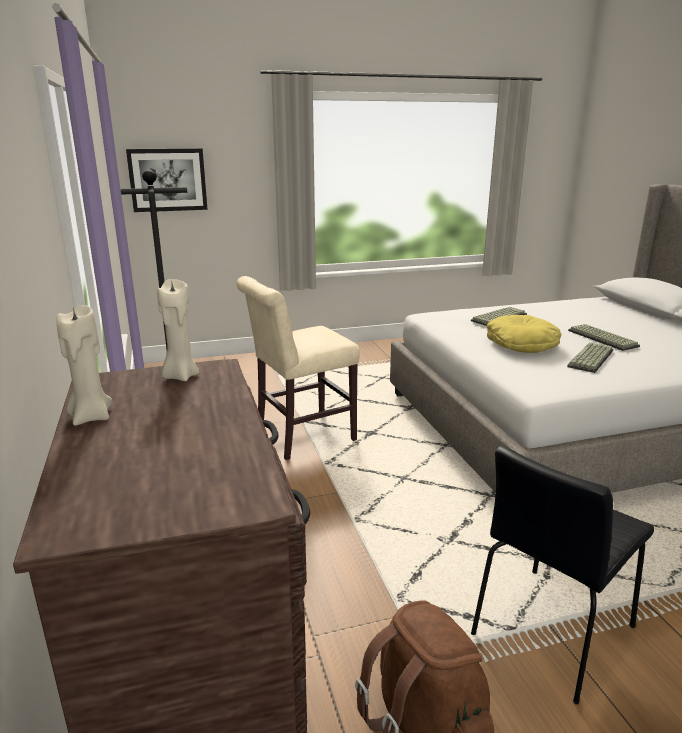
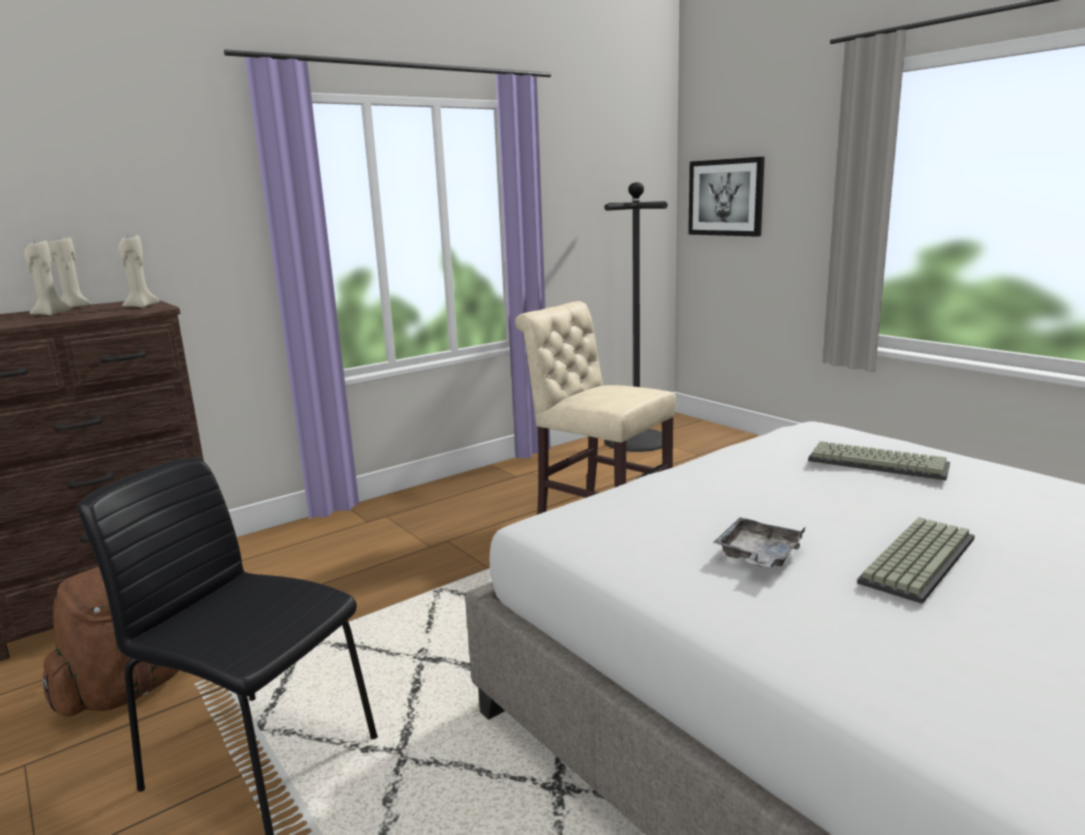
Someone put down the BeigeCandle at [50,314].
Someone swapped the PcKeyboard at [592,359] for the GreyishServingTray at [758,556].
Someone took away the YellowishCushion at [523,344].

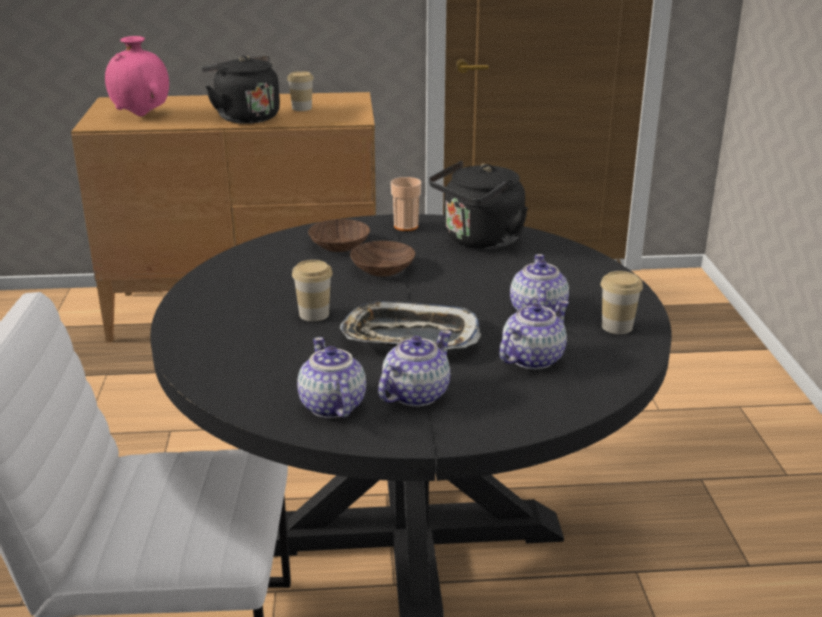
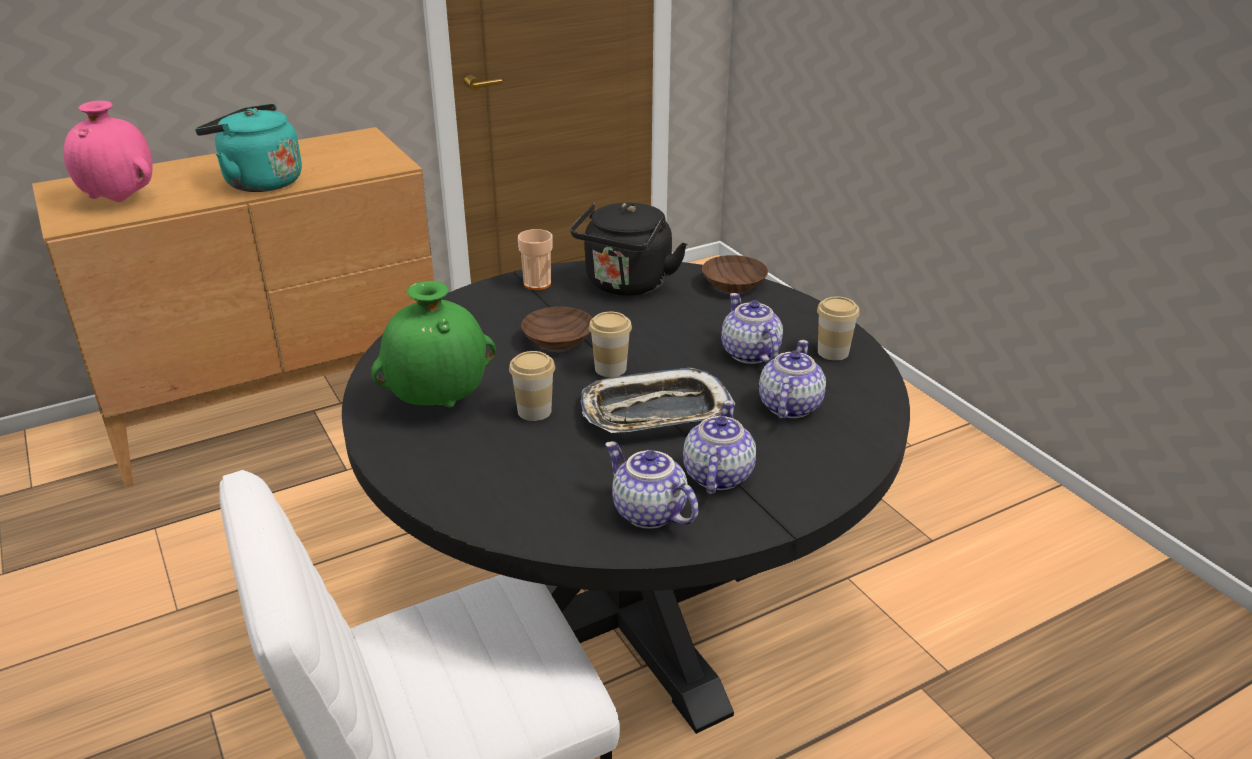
Someone repainted the BlackColouredWaterKettle at [245,117], which became the BlueGreenWaterKettle at [259,182].
Someone put down the GreenColouredVase at [440,402].
Someone carried the SmallCup from [302,108] to [610,368].
Someone carried the BrownColouredDeepDish from [339,244] to [732,284].

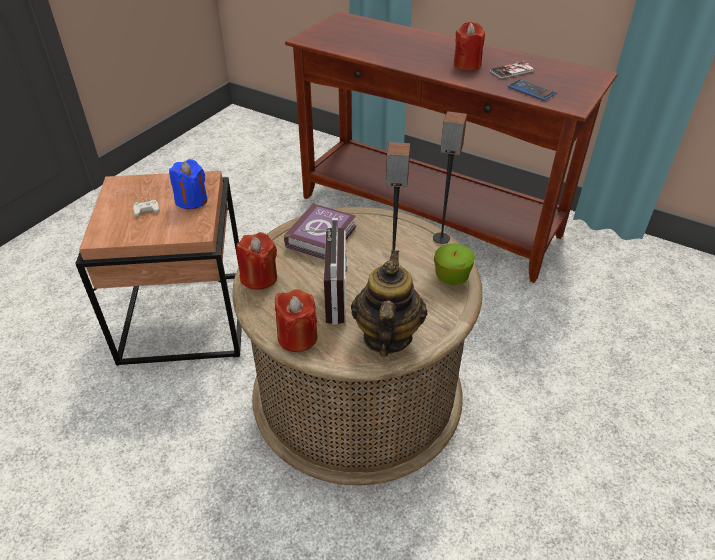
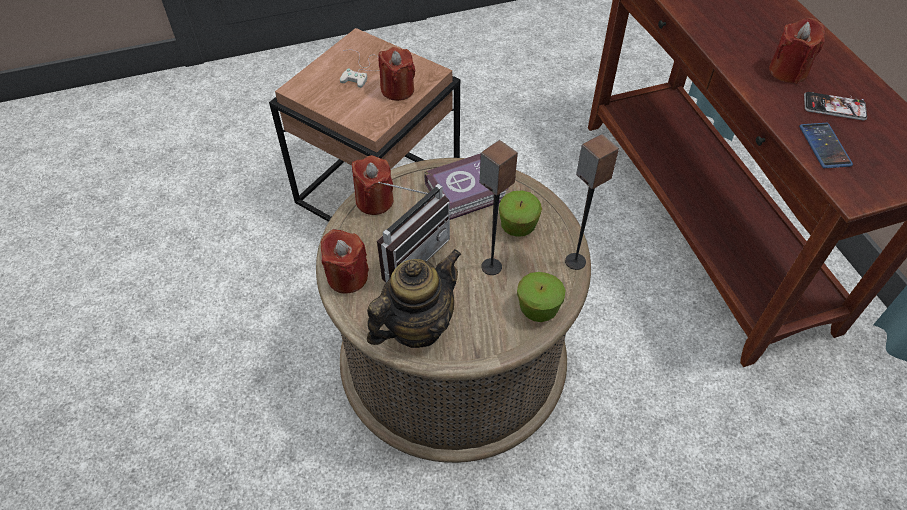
Someone repainted the BluishCandle at [191,200], which became the ReddishCandle at [397,90].
Someone put down the Apple at [518,226].

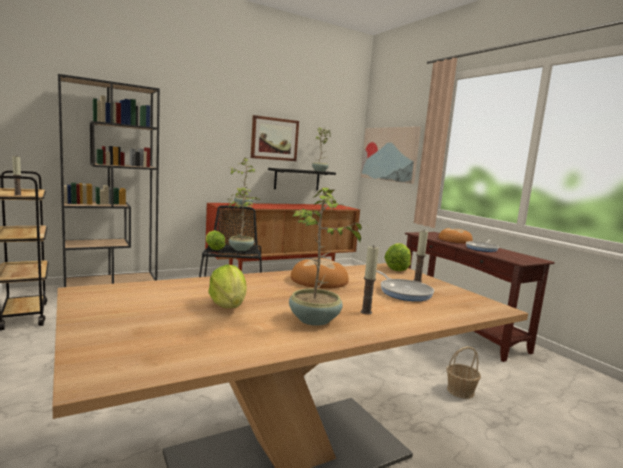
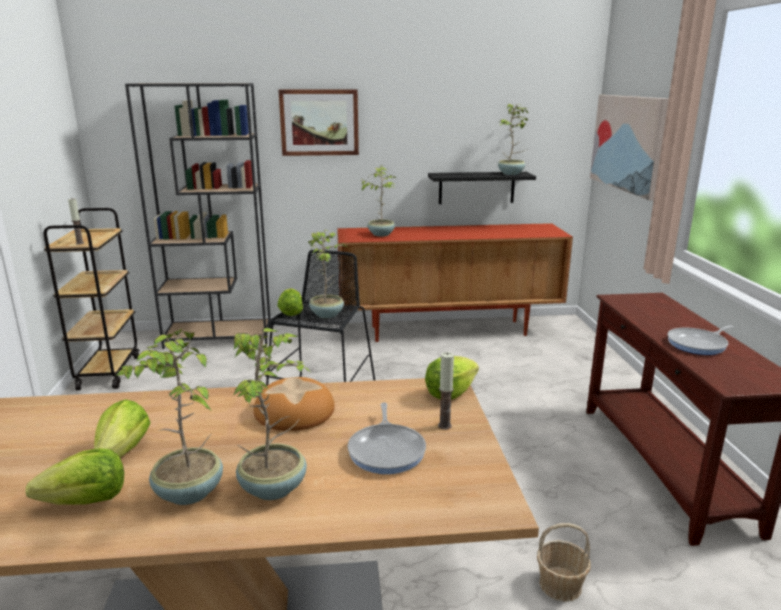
Someone put down the HeadOfLettuce at [86,501].
Someone swapped the Candle at [366,312] for the PlantInAPot at [275,487].
Someone carried the Picture from [274,139] to [319,122].
Someone took away the BakeryBread at [454,240].

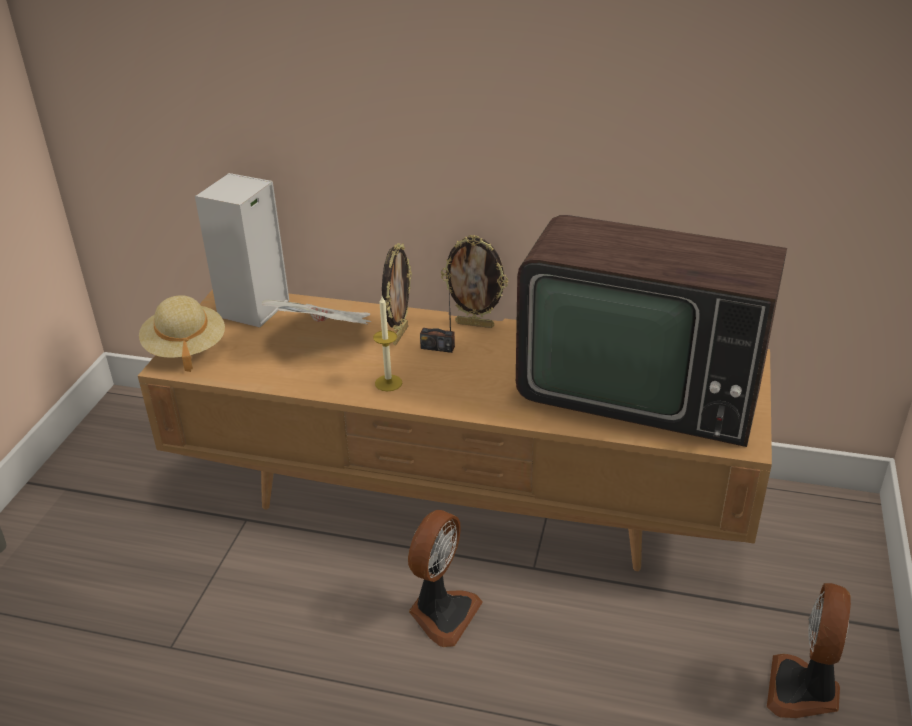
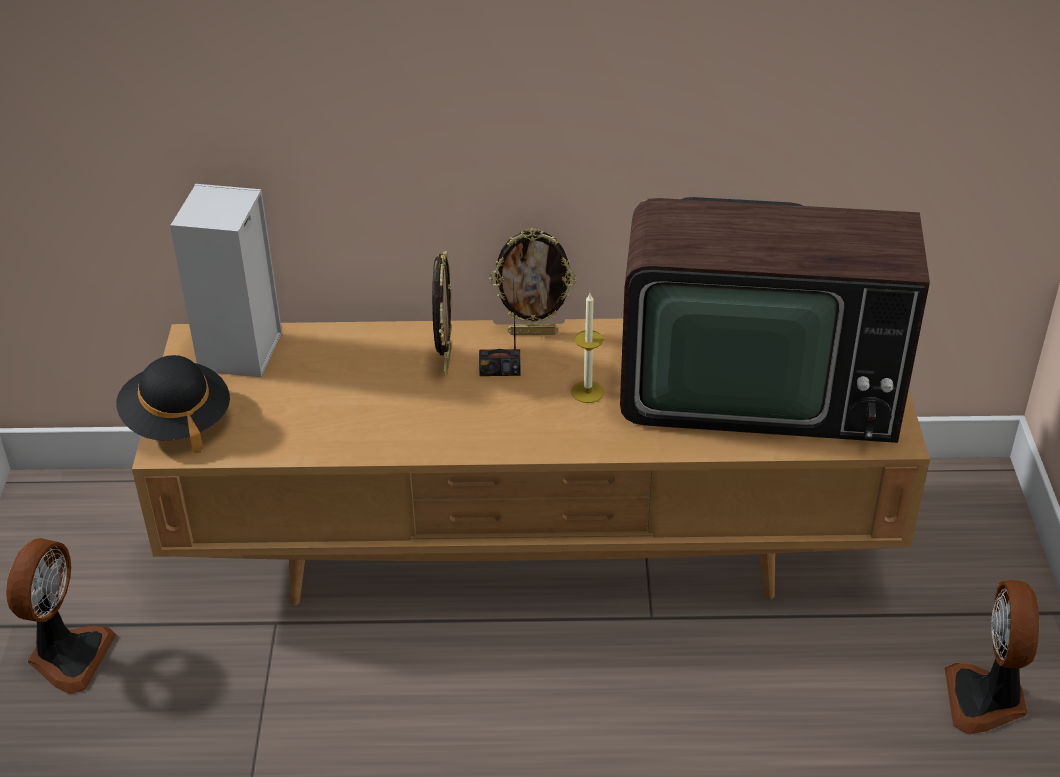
Someone carried the CoolingFan from [441,613] to [68,656].
Someone repainted the BeigeClothingHat at [185,348], which became the BlackColouredClothingHat at [177,421].
Someone carried the Candle from [388,383] to [587,392].
Someone took away the Newspaper at [325,336].

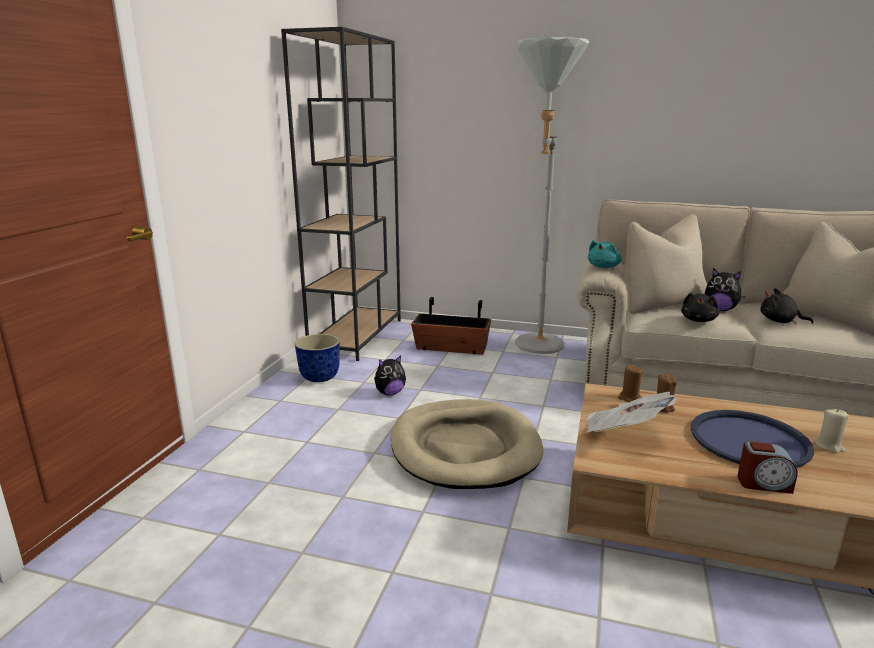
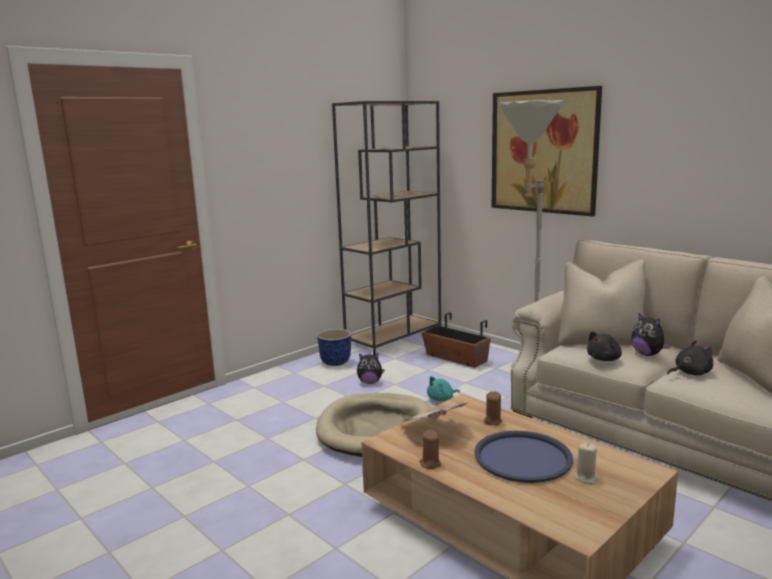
Someone carried the BrownColouredCandle from [629,398] to [430,464].
Someone carried the BlueGreenCuddlyToy from [604,267] to [442,399].
Someone put up the Picture at [544,151].
Someone rotated the BlackColouredCuddlyToy at [780,321] by 105 degrees clockwise.
Someone took away the AlarmClock at [763,483].

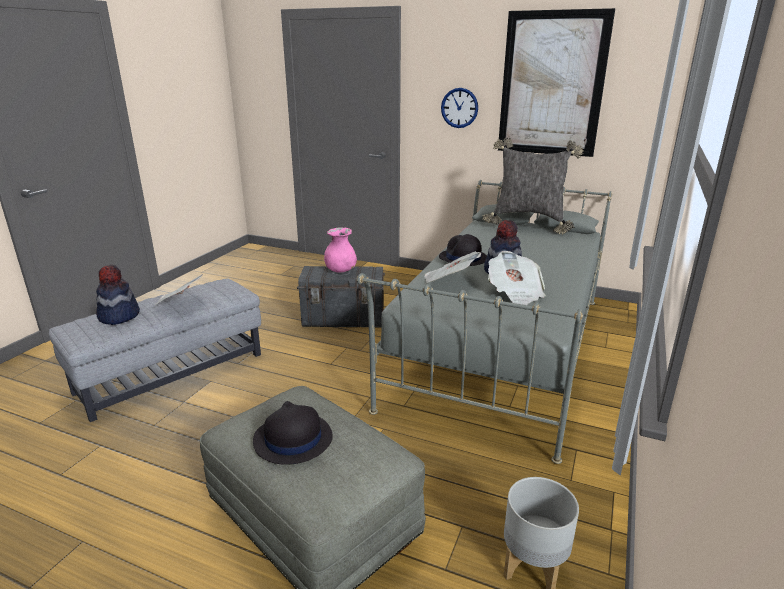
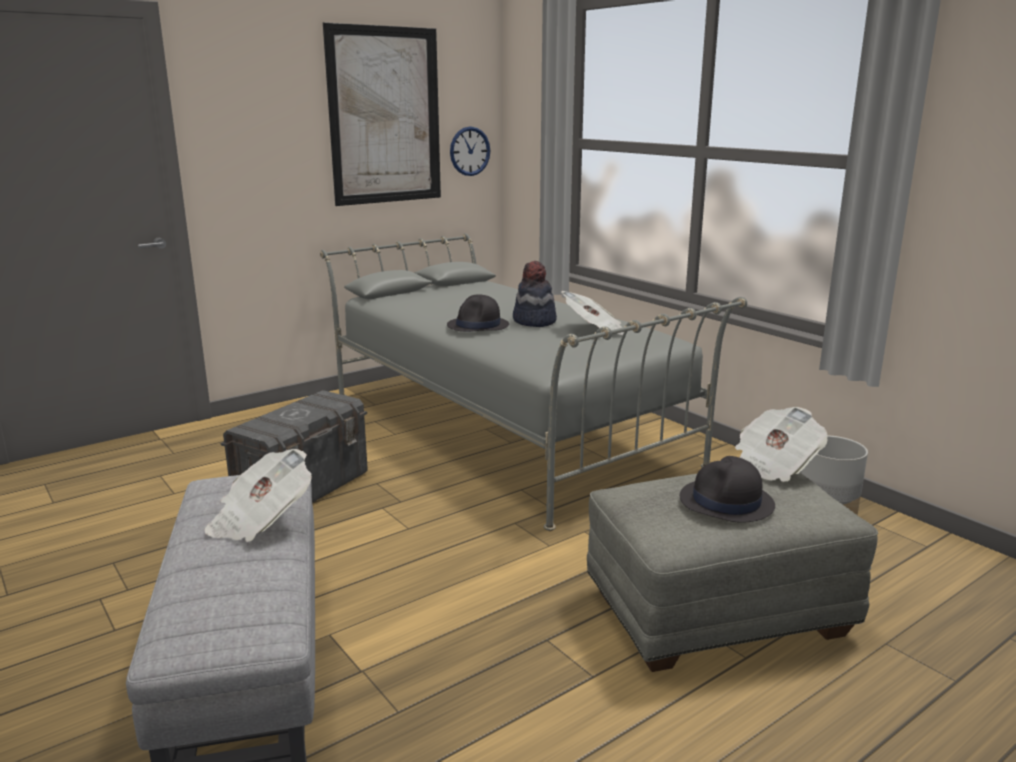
Someone carried the ClockOnTheWall from [459,108] to [469,151].
Someone carried the Newspaper from [449,281] to [773,467].
Someone took away the ClothingHat at [118,316].
Someone took away the PinkVase at [341,270].
Someone took away the Cushion at [528,227].

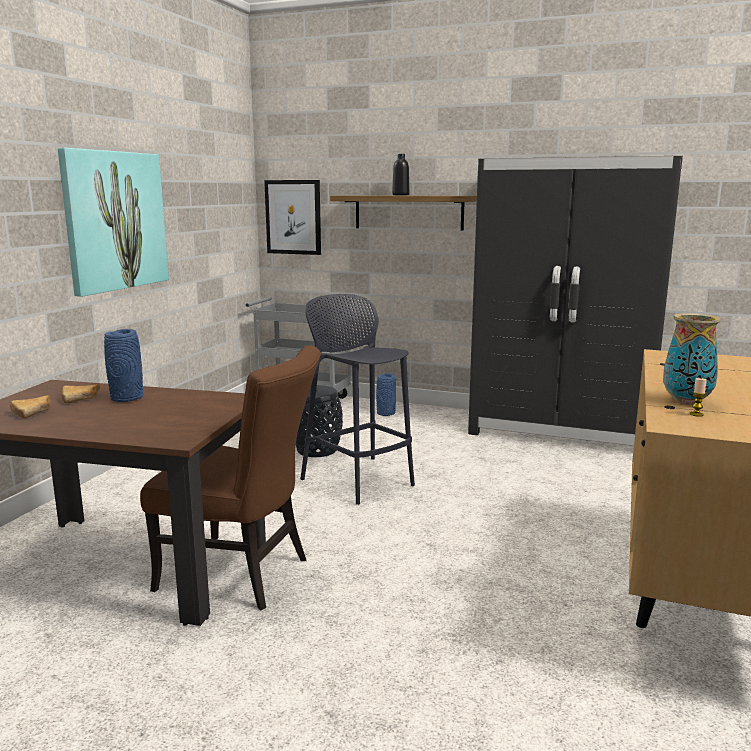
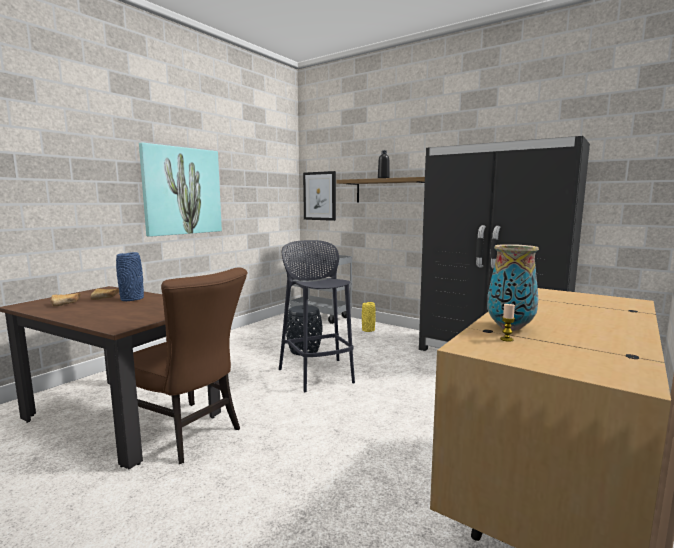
Someone repainted the BluishVase at [385,413], which became the YellowishVase at [368,330].

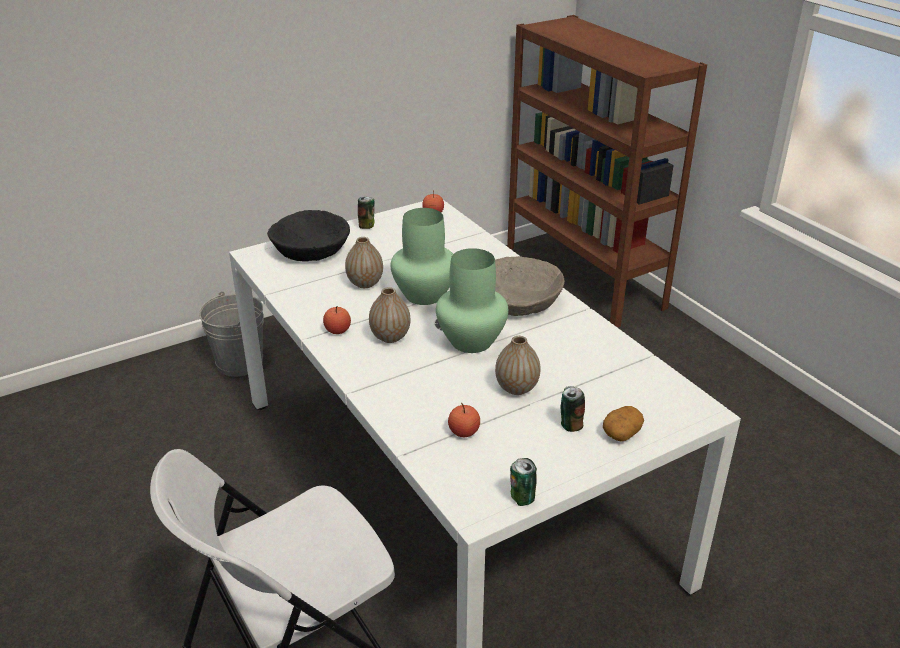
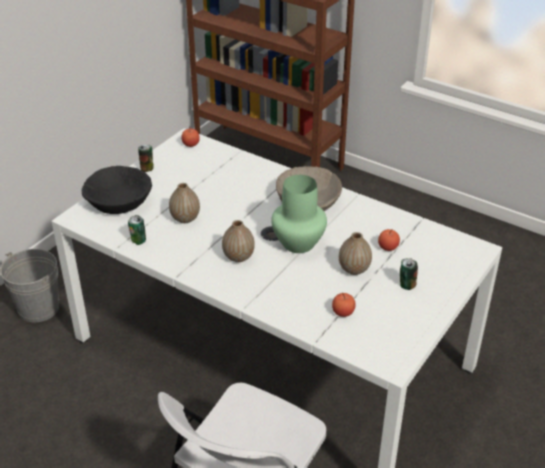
Someone carried the MetalCan from [522,499] to [138,241].
Someone carried the Apple from [337,330] to [388,247].
Someone took away the GreenColouredVase at [423,294].
Someone took away the WholePotato at [621,432].

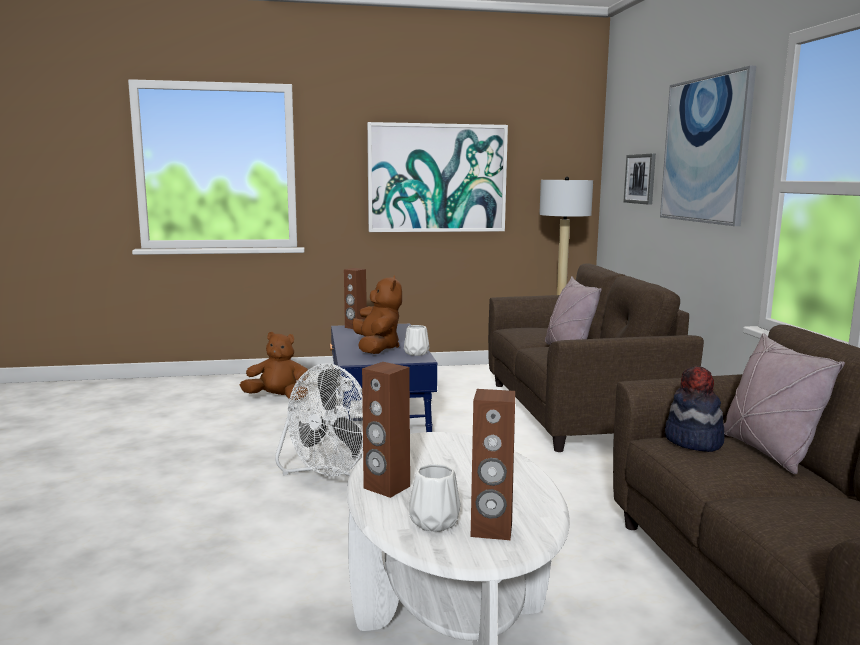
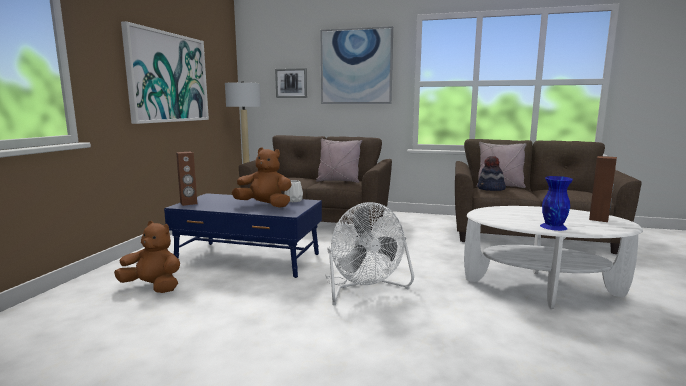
Someone rotated the BrownColouredCuddlyToy at [278,398] by 75 degrees clockwise.
Someone swapped the BrownColouredSpeaker at [386,487] for the BluishVase at [553,226].
Someone took away the WhiteColouredVase at [433,522].

